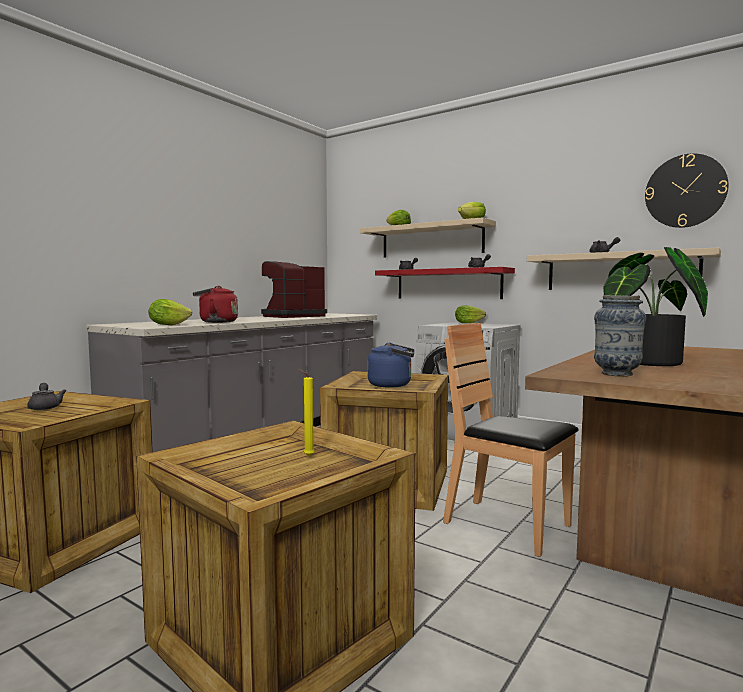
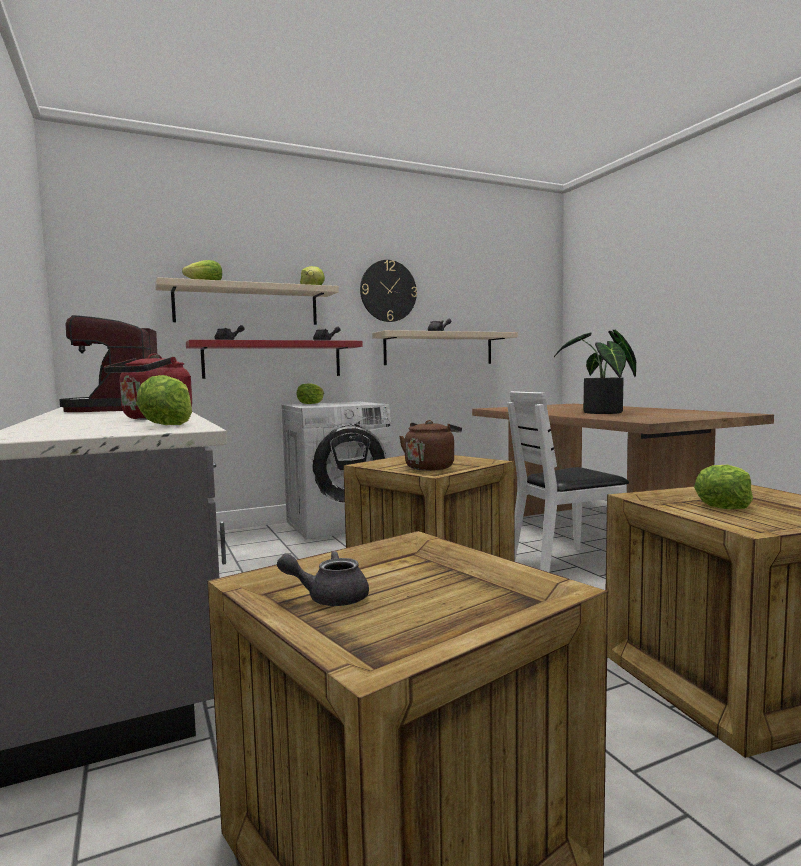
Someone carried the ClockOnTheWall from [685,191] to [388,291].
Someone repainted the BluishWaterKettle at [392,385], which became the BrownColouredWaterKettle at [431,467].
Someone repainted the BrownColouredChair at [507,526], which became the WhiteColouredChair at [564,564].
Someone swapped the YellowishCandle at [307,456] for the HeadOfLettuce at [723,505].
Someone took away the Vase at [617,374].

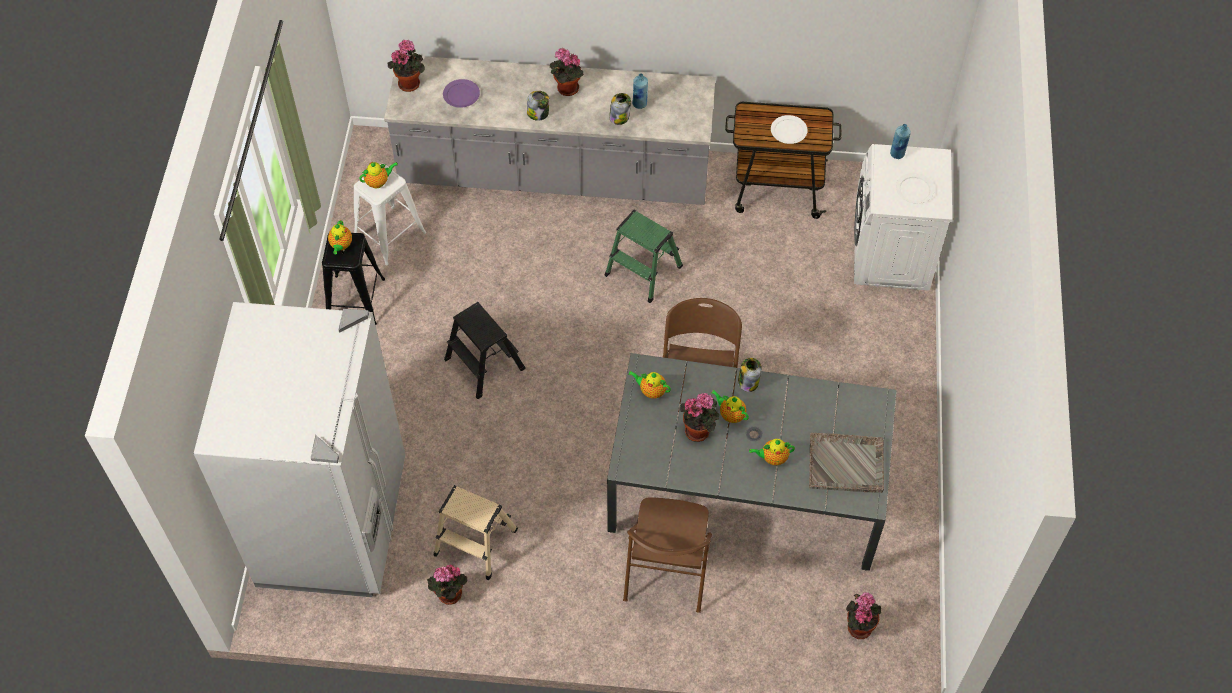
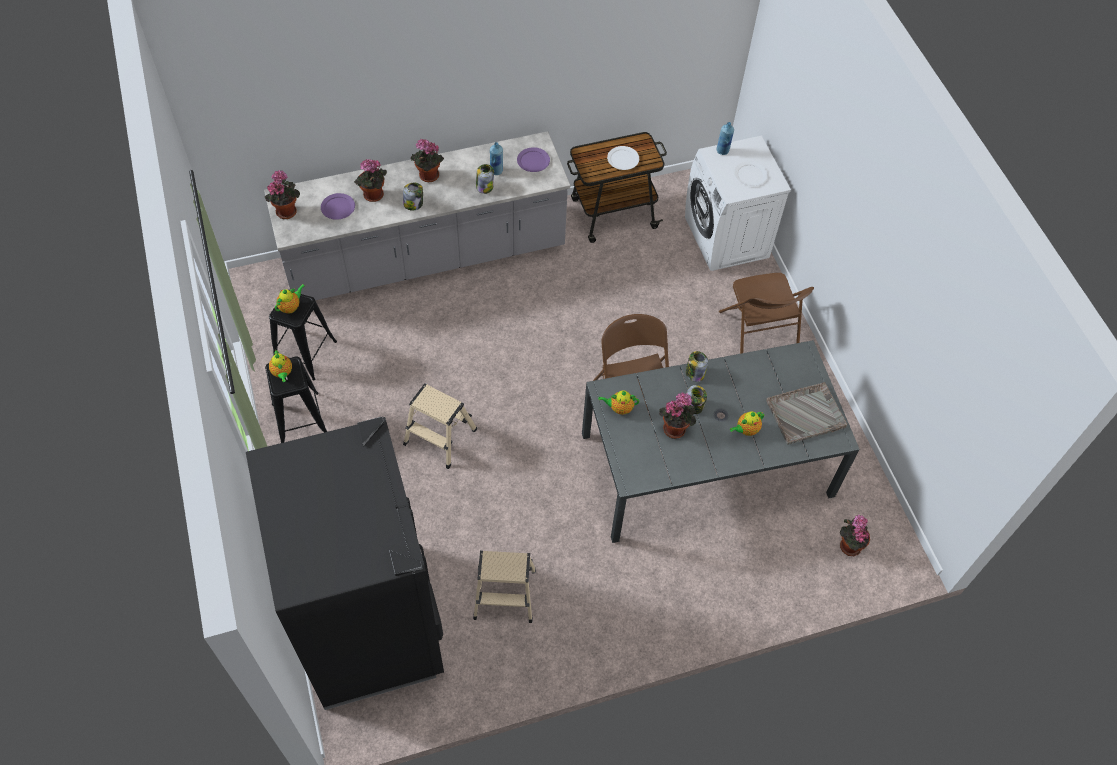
Someone repainted the WhiteColouredRefrigerator at [334,521], which became the BlackColouredRefrigerator at [370,622].
Someone repainted the WhiteColouredStool at [389,235], which became the BlackColouredStool at [305,353].
Someone carried the PlantInAPot from [448,596] to [373,196].
Someone repainted the BlackColouredStepLadder at [484,363], which became the BeigeStepLadder at [440,436].
Someone put down the PurpleDinnerPlate at [533,161].
Someone swapped the PotForTea at [730,414] for the PreserveJar at [694,405].
Someone carried the BrownColouredChair from [667,567] to [757,334].
Someone took away the GreenColouredStepLadder at [644,270].

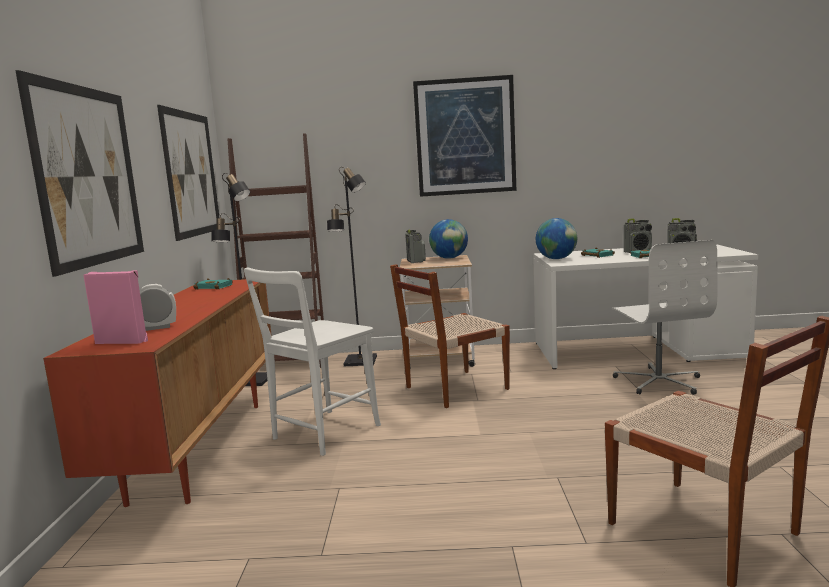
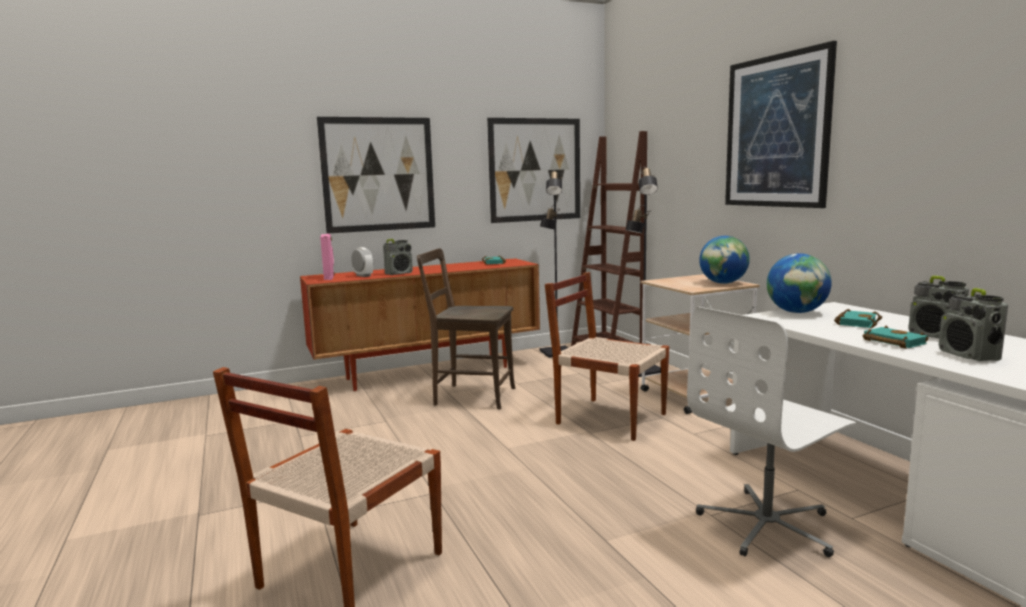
Someone carried the RadioSet from [416,261] to [399,273].
Someone repainted the WhiteColouredChair at [322,434], which became the BrownColouredChair at [470,396].

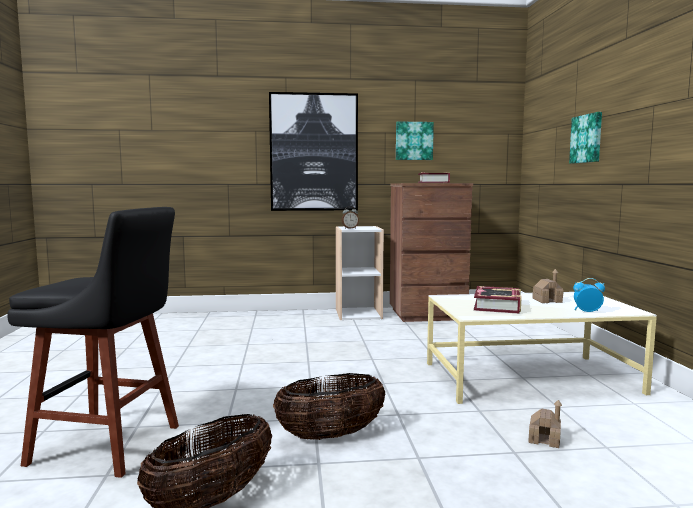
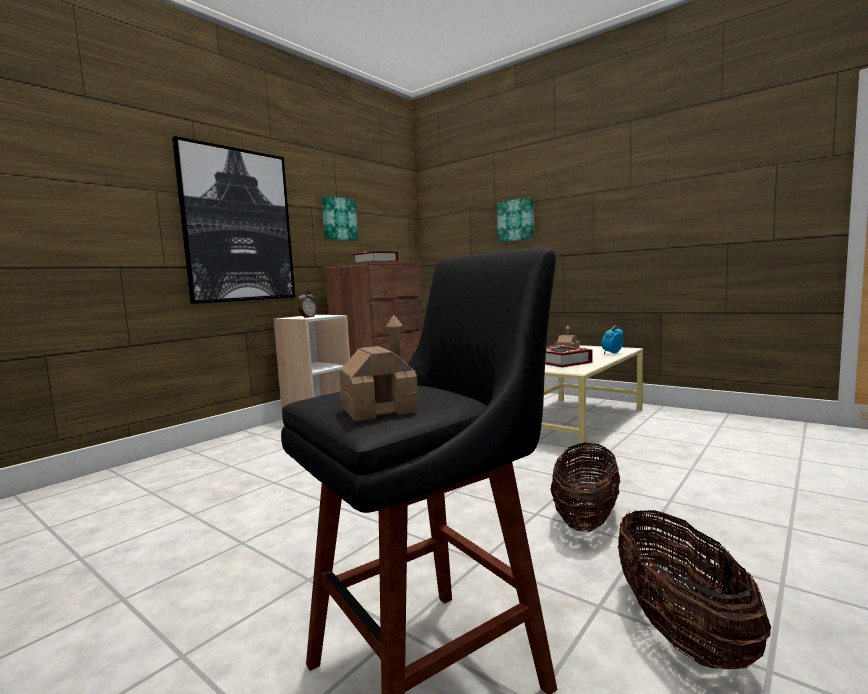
Someone carried the MiniatureHouse from [544,439] to [378,409].

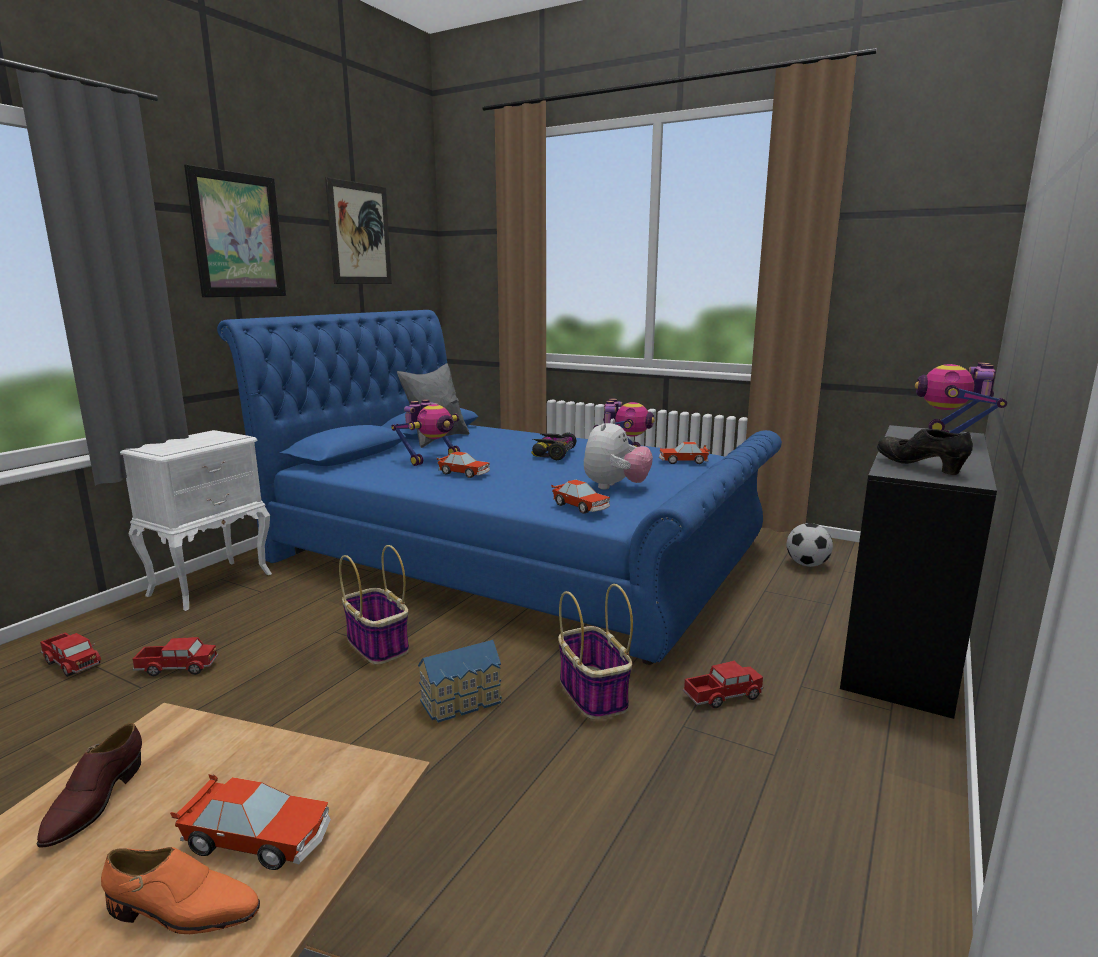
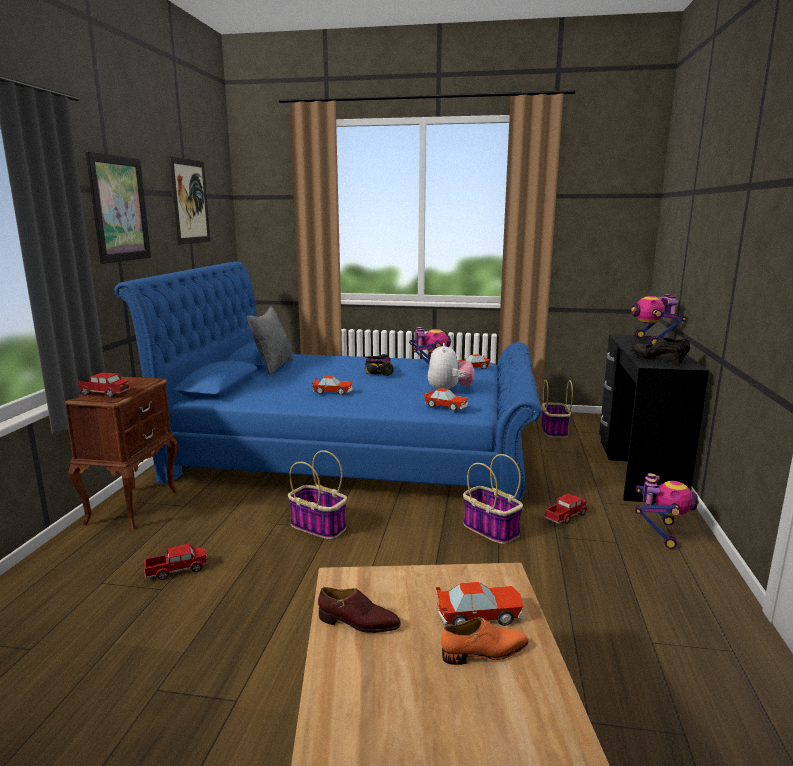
Someone repainted the WhiteColouredNightTable at [211,584], which became the BrownColouredNightTable at [133,507].
Someone carried the ToyTruck from [72,663] to [103,393].
Someone rotated the BrownColouredItemOfFootwear at [94,801] by 60 degrees counterclockwise.
Someone swapped the Football at [807,564] for the HouseholdBasket at [554,430].
Someone carried the ToyRobot from [431,459] to [660,533].
Someone took away the MiniatureHouse at [463,702].

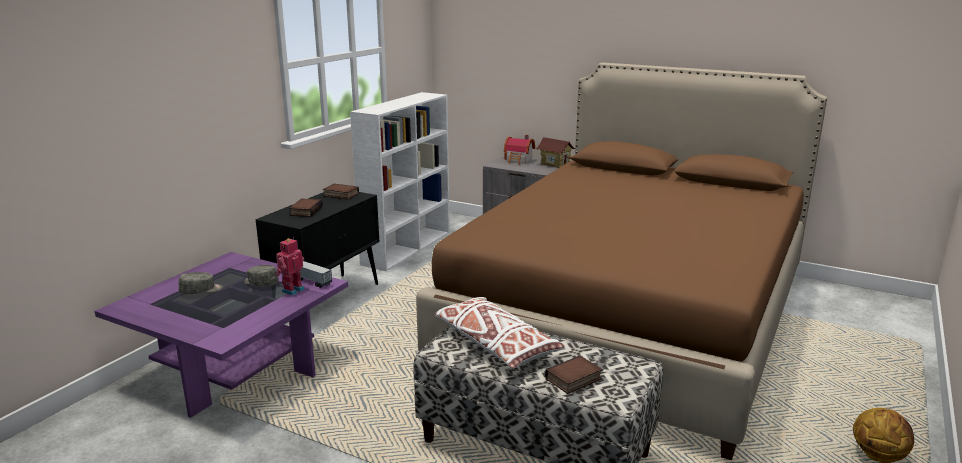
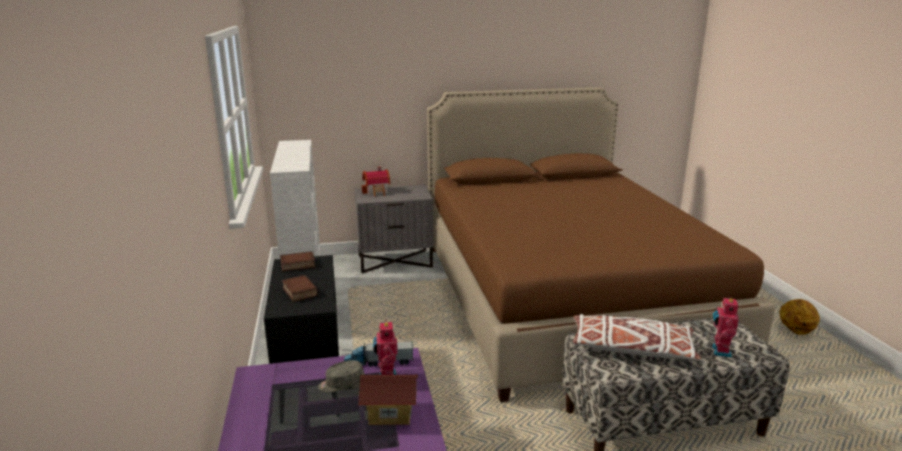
Someone carried the MiniatureHouse from [555,164] to [390,413].
Someone swapped the Book at [574,380] for the ToyRobot at [719,351].
Someone took away the GreyishPeakedCap at [201,291].

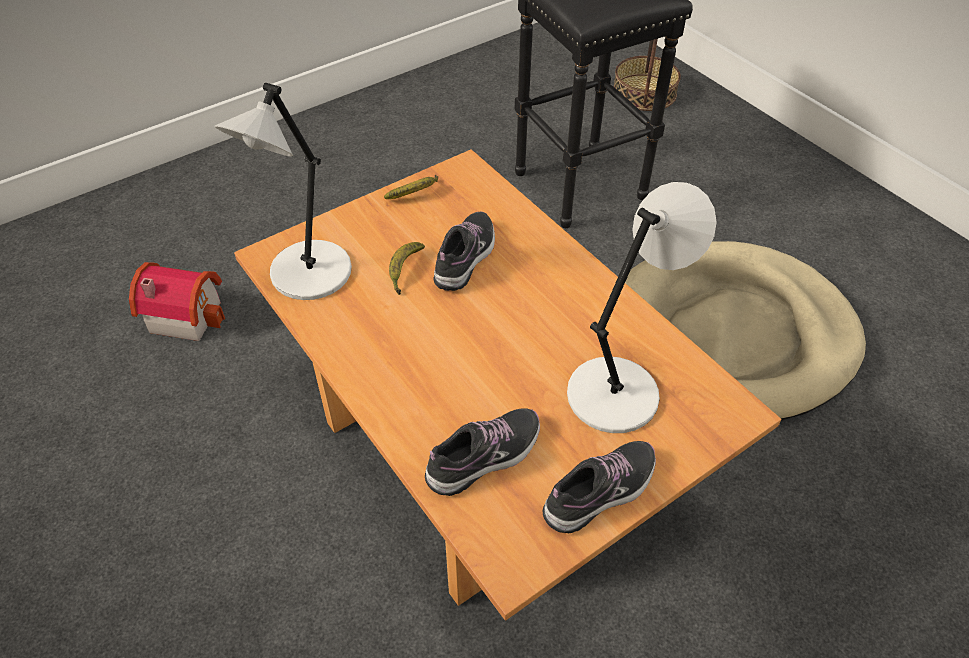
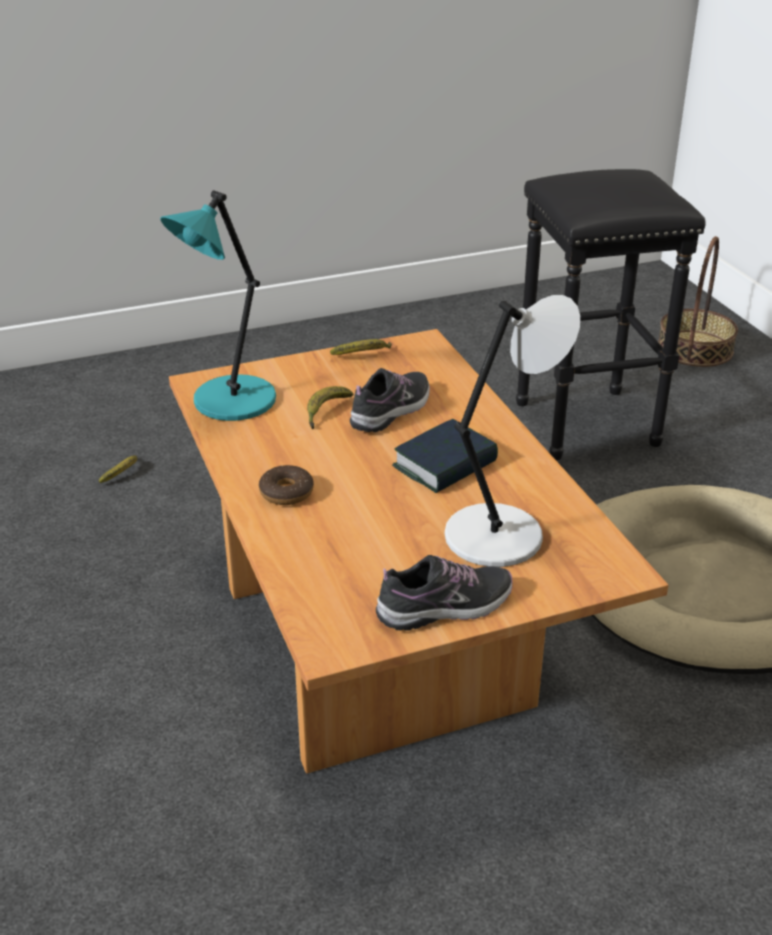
Someone swapped the MiniatureHouse at [185,313] for the BananaFruit at [123,473].
Someone repainted the GreyishTableLamp at [308,275], which became the BlueGreenTableLamp at [231,402].
Someone put down the Donut at [286,492].
Someone put down the Book at [445,465].
Someone took away the ItemOfFootwear at [485,457].

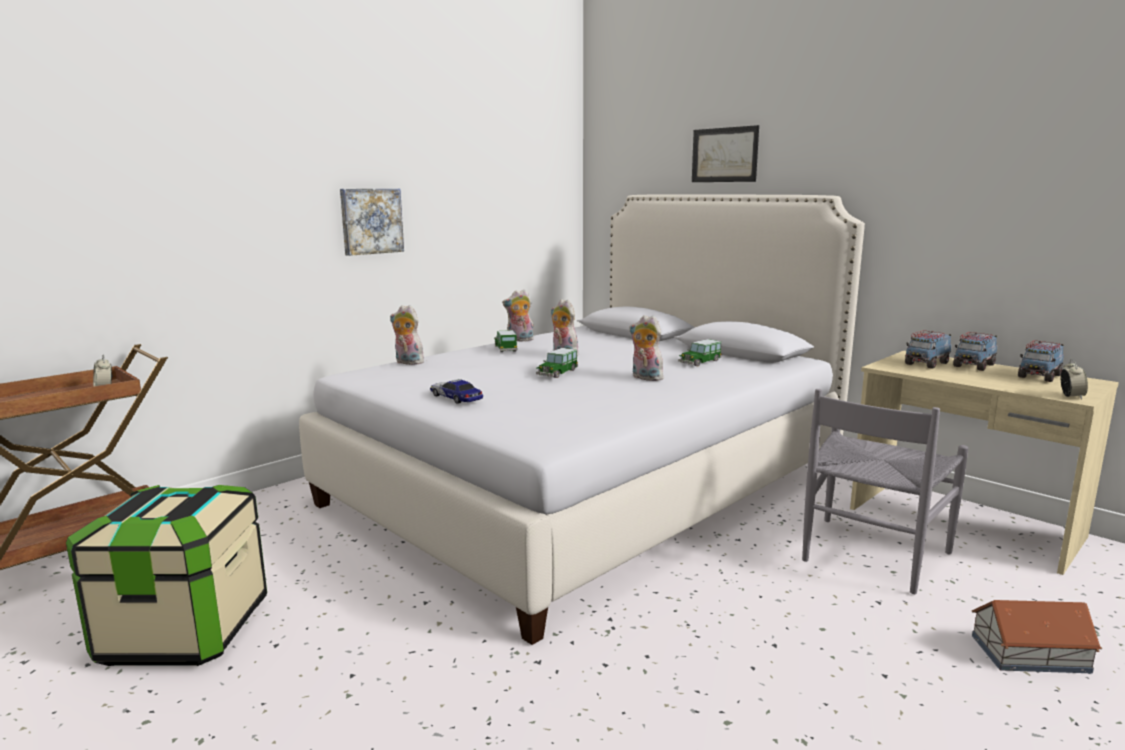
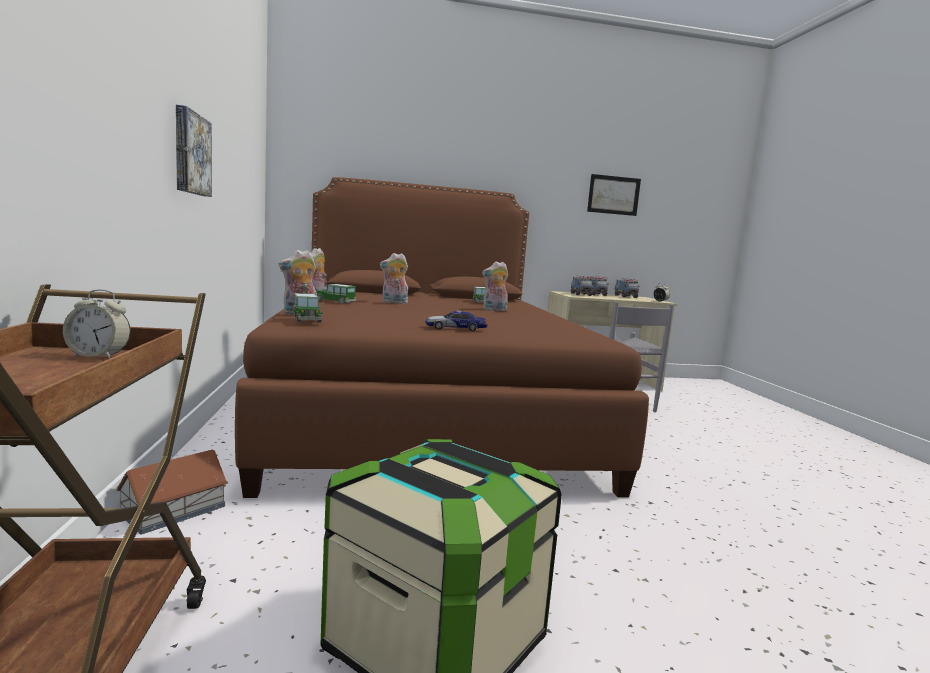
Someone carried the MiniatureHouse from [1031,654] to [175,510].
Someone repainted the WhiteColouredBedroomBed at [589,485], which became the BrownColouredBedroomBed at [424,412].
Someone carried the MiniatureCar from [557,373] to [306,319].
Someone carried the Picture from [724,155] to [613,195].

